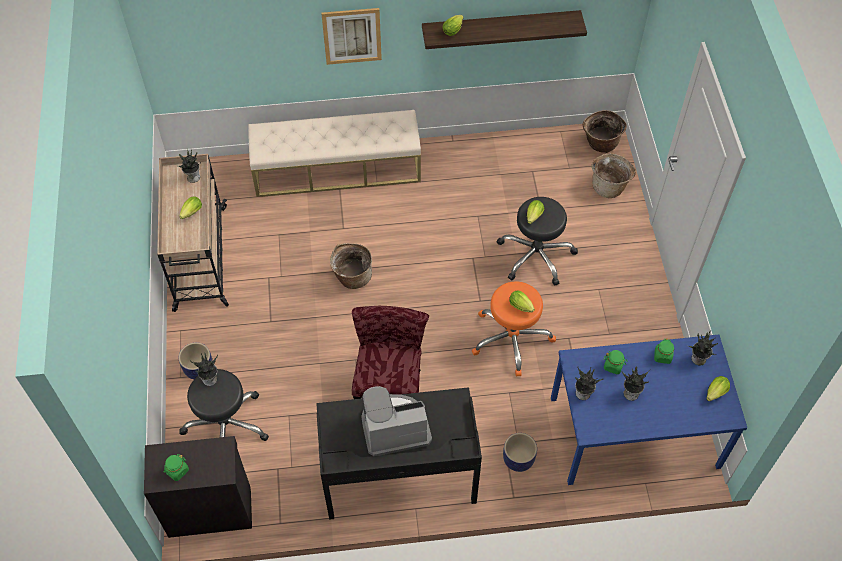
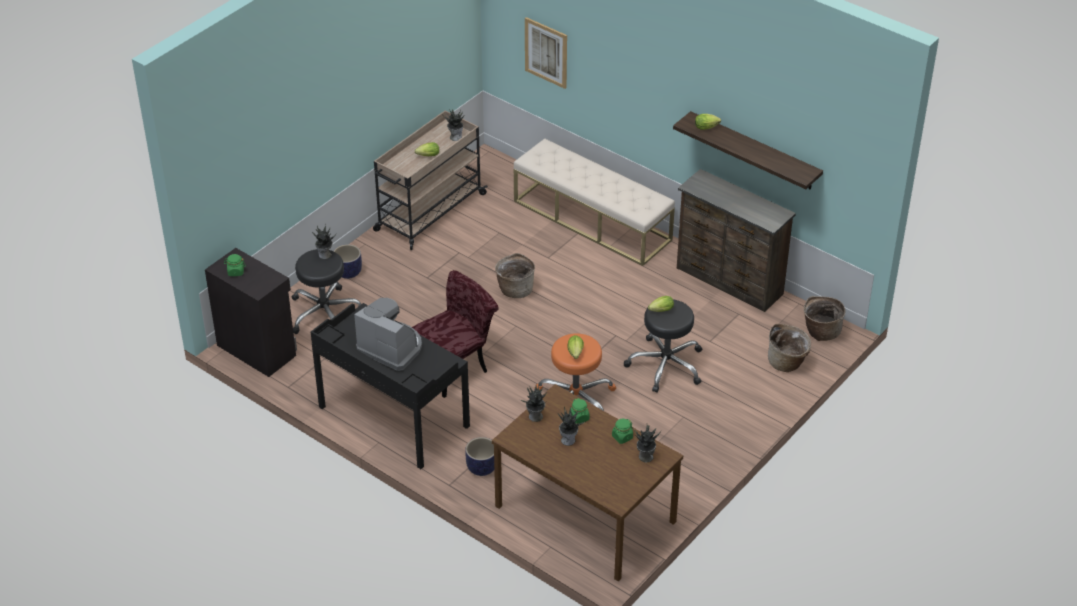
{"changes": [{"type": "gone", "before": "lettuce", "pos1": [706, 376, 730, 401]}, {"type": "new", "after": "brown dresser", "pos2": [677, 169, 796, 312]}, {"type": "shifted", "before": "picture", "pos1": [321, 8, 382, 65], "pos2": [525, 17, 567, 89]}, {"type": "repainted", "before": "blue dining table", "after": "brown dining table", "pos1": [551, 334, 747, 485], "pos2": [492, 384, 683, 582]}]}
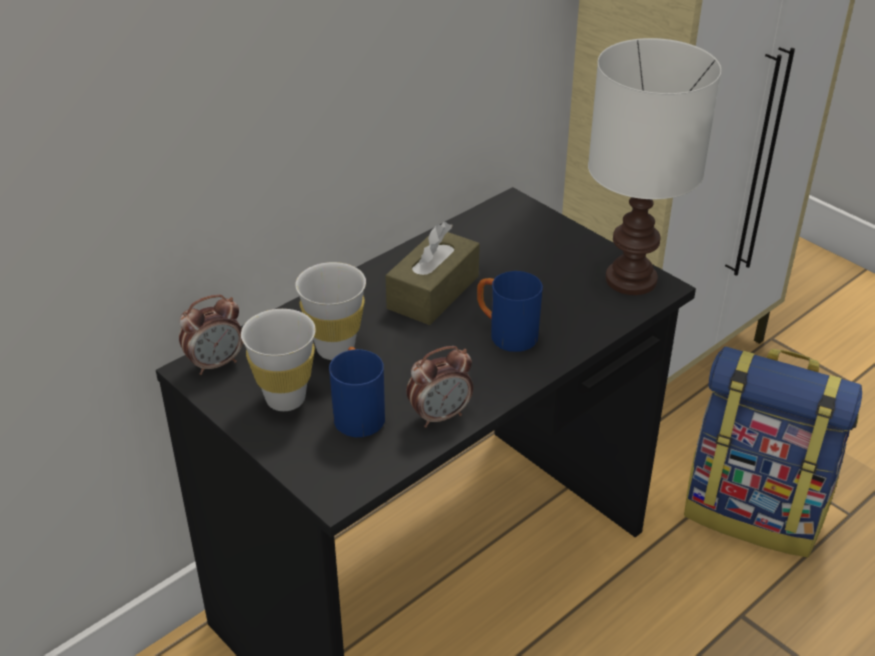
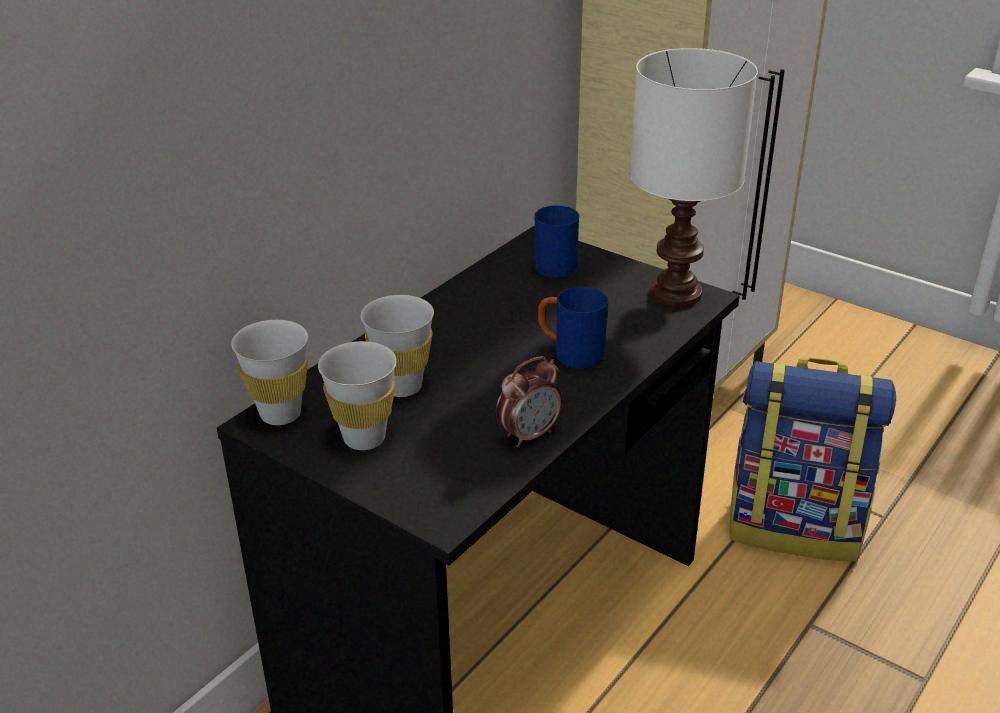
{"changes": [{"type": "gone", "before": "brown tissue box", "pos1": [385, 222, 480, 325]}, {"type": "shifted", "before": "blue mug", "pos1": [329, 347, 385, 437], "pos2": [535, 205, 579, 278]}, {"type": "swapped", "before": "alarm clock", "after": "white cup", "pos1": [179, 294, 243, 375], "pos2": [231, 320, 308, 425]}]}
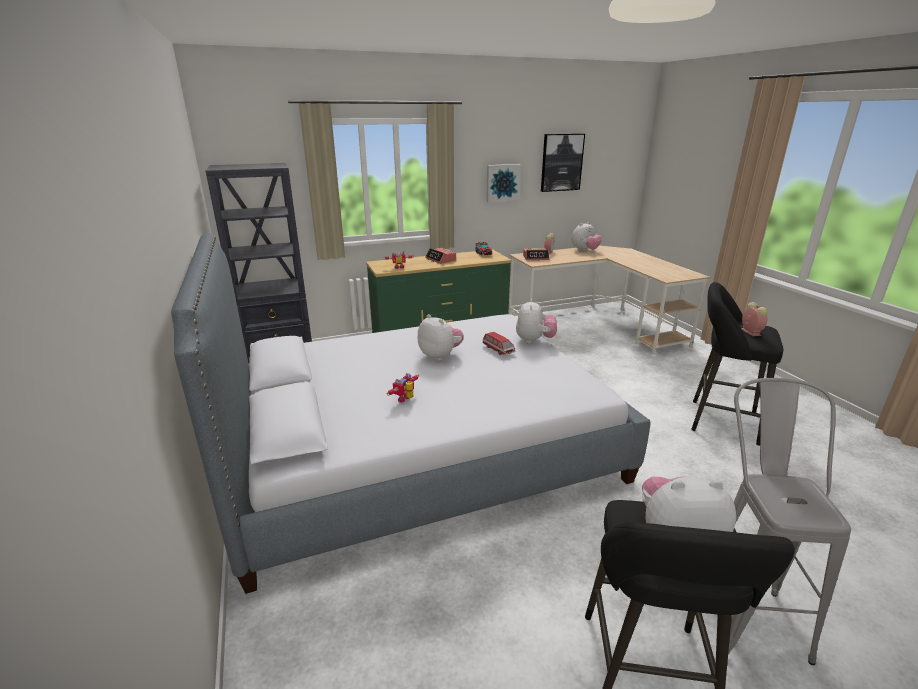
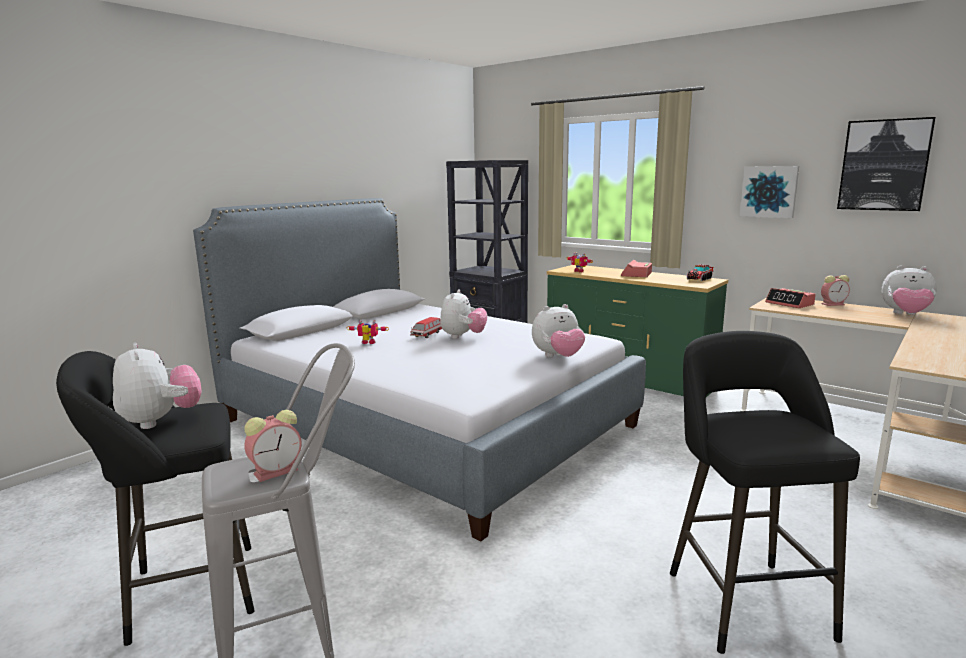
{"changes": [{"type": "shifted", "before": "toy car", "pos1": [483, 332, 515, 355], "pos2": [410, 317, 442, 338]}, {"type": "shifted", "before": "alarm clock", "pos1": [741, 302, 768, 336], "pos2": [244, 410, 302, 482]}]}
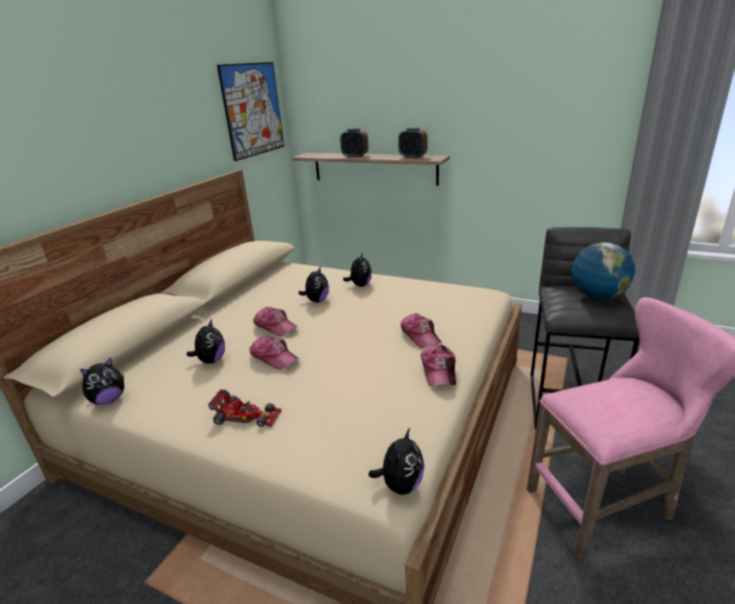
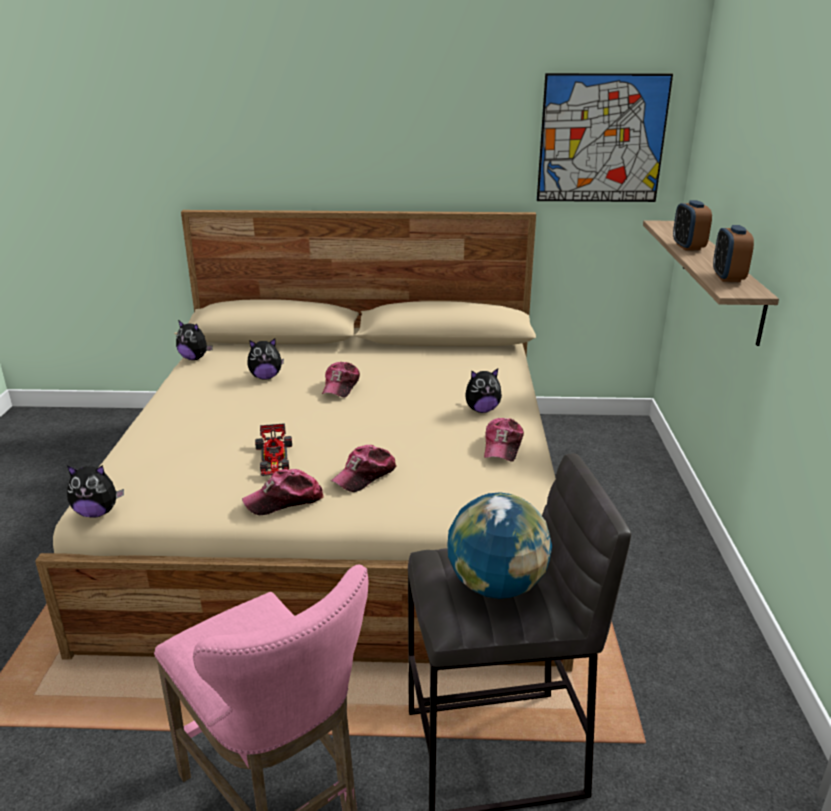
{"changes": [{"type": "gone", "before": "plush toy", "pos1": [298, 266, 329, 303]}, {"type": "shifted", "before": "toy car", "pos1": [208, 389, 281, 427], "pos2": [255, 423, 292, 476]}, {"type": "shifted", "before": "cap", "pos1": [250, 335, 299, 370], "pos2": [484, 418, 524, 462]}]}
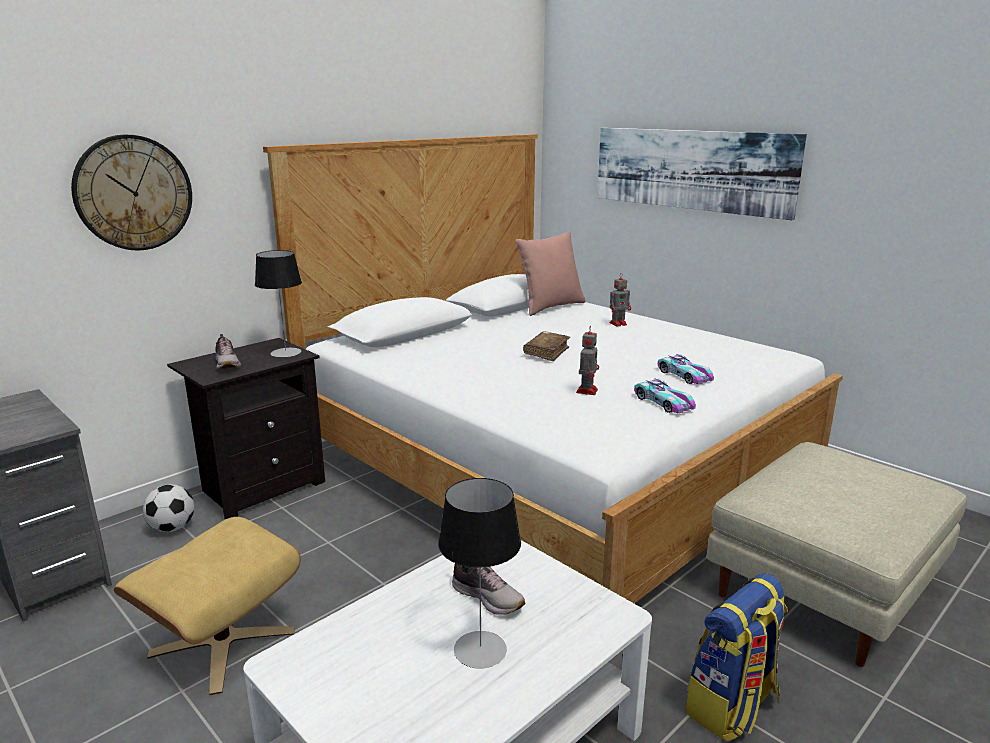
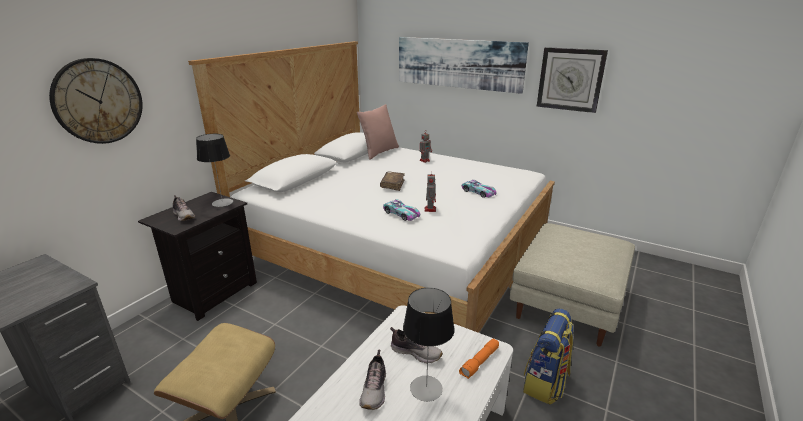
{"changes": [{"type": "gone", "before": "football", "pos1": [143, 484, 194, 532]}, {"type": "new", "after": "shoe", "pos2": [359, 349, 386, 410]}, {"type": "new", "after": "orange flashlight", "pos2": [459, 339, 499, 379]}, {"type": "new", "after": "wall clock", "pos2": [537, 47, 608, 113]}, {"type": "shifted", "before": "toy car", "pos1": [634, 378, 696, 413], "pos2": [383, 199, 420, 221]}]}
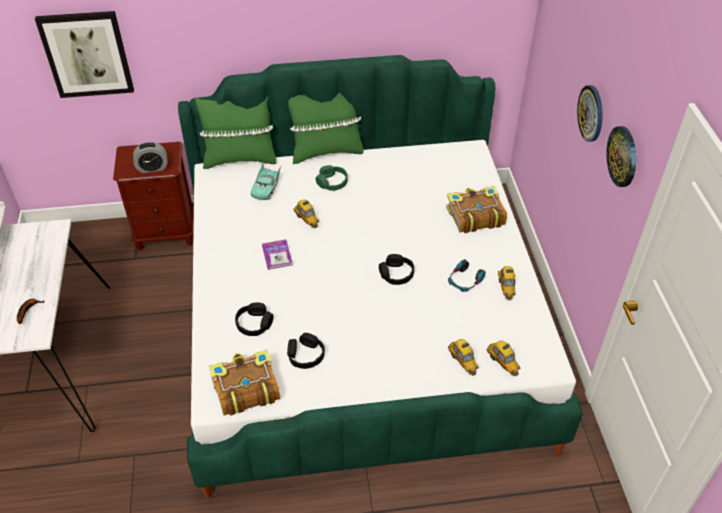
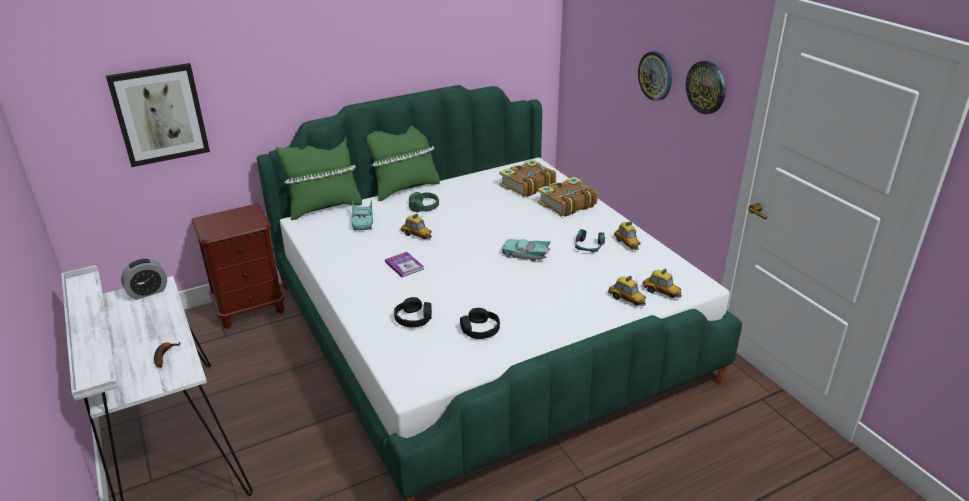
{"changes": [{"type": "shifted", "before": "alarm clock", "pos1": [133, 142, 168, 173], "pos2": [121, 258, 167, 300]}, {"type": "shifted", "before": "book", "pos1": [209, 350, 280, 416], "pos2": [500, 159, 556, 197]}, {"type": "swapped", "before": "black headphones", "after": "turquoise toy car", "pos1": [379, 254, 414, 285], "pos2": [502, 239, 551, 261]}]}
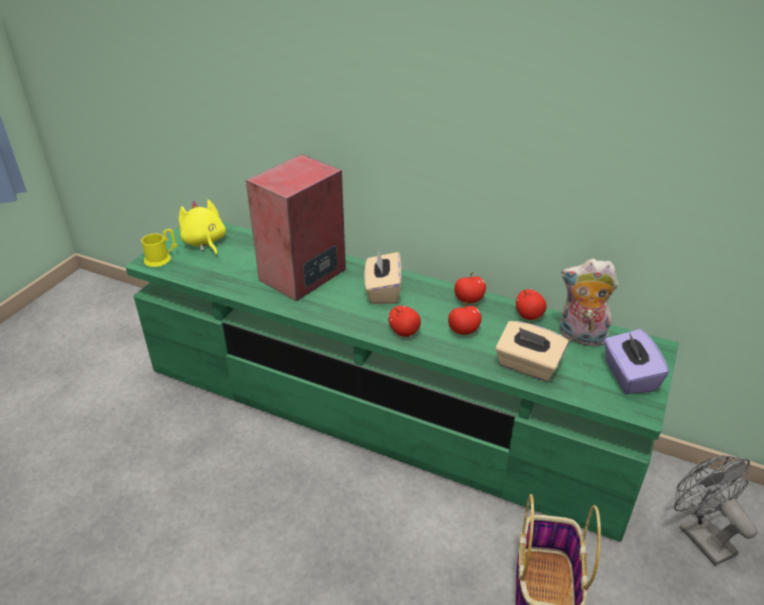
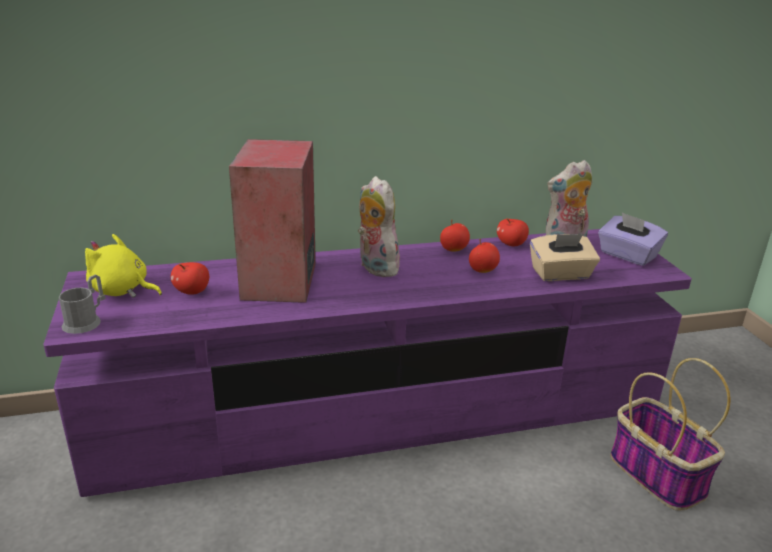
{"changes": [{"type": "gone", "before": "grey fan", "pos1": [674, 455, 758, 566]}, {"type": "shifted", "before": "apple", "pos1": [388, 306, 421, 337], "pos2": [171, 262, 209, 295]}, {"type": "swapped", "before": "beige tissue box", "after": "plush toy", "pos1": [365, 250, 402, 304], "pos2": [358, 176, 403, 277]}, {"type": "repainted", "before": "green tv stand", "after": "purple tv stand", "pos1": [126, 222, 679, 541], "pos2": [43, 229, 692, 497]}, {"type": "repainted", "before": "yellow mug", "after": "grey mug", "pos1": [141, 229, 177, 267], "pos2": [59, 275, 106, 334]}]}
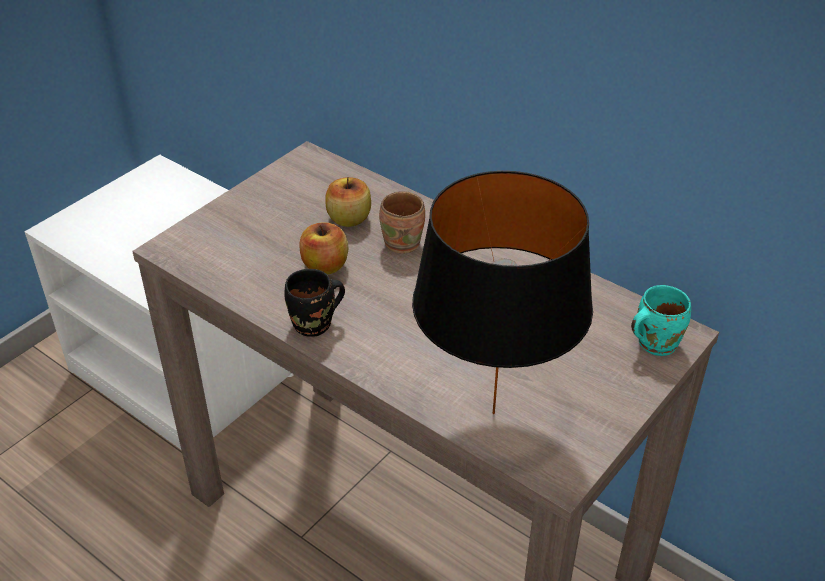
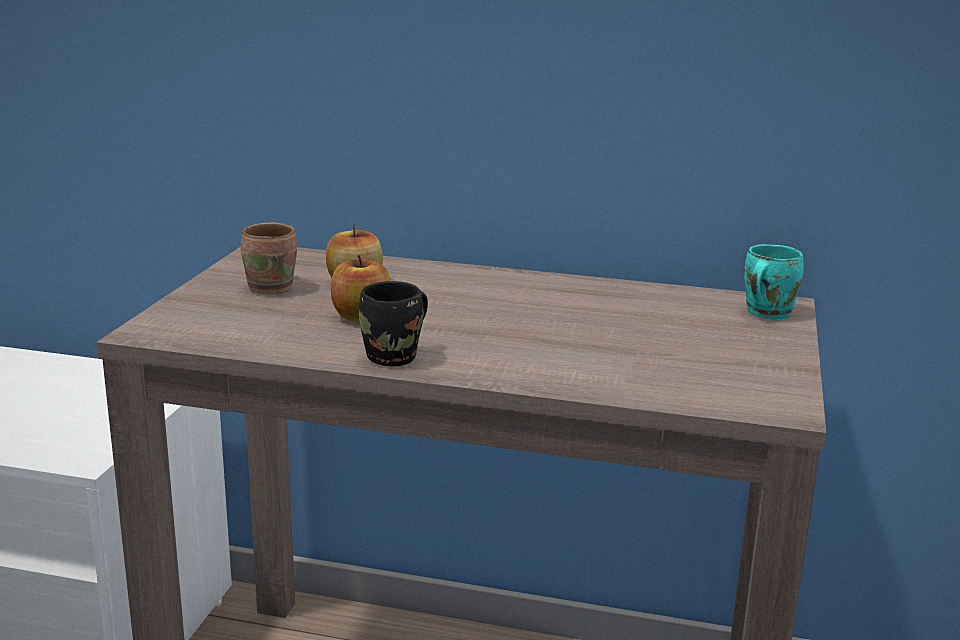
{"changes": [{"type": "gone", "before": "black table lamp", "pos1": [412, 171, 593, 414]}, {"type": "shifted", "before": "brown mug", "pos1": [379, 191, 425, 254], "pos2": [241, 222, 297, 294]}]}
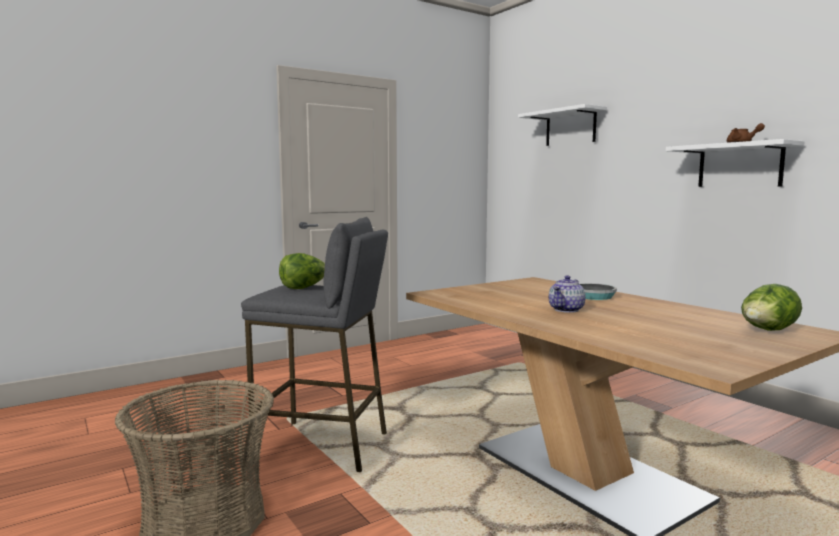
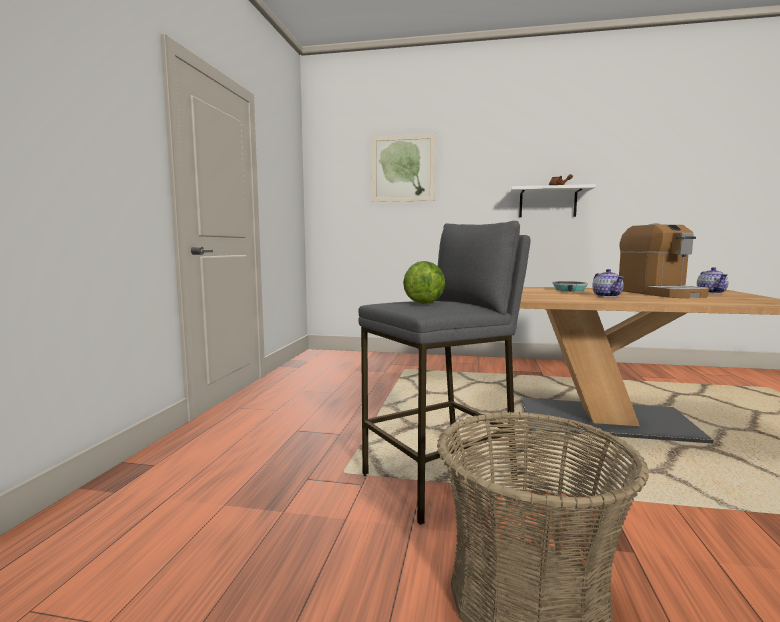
{"changes": [{"type": "new", "after": "coffee machine", "pos2": [619, 223, 709, 298]}, {"type": "swapped", "before": "white shelf", "after": "picture", "pos1": [518, 104, 607, 146], "pos2": [372, 134, 436, 202]}, {"type": "swapped", "before": "lettuce", "after": "teapot", "pos1": [741, 284, 802, 331], "pos2": [697, 267, 729, 294]}]}
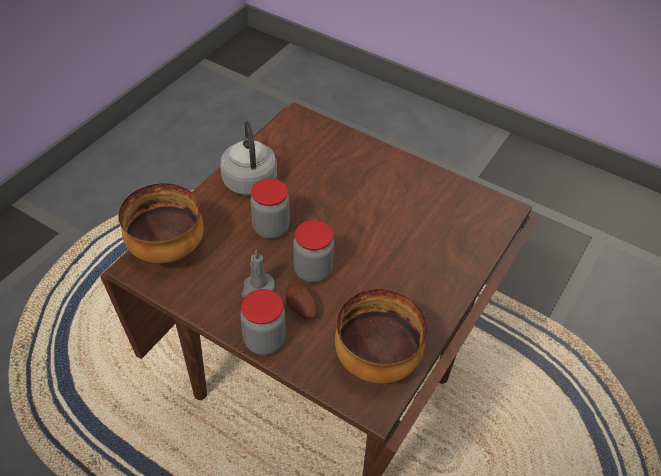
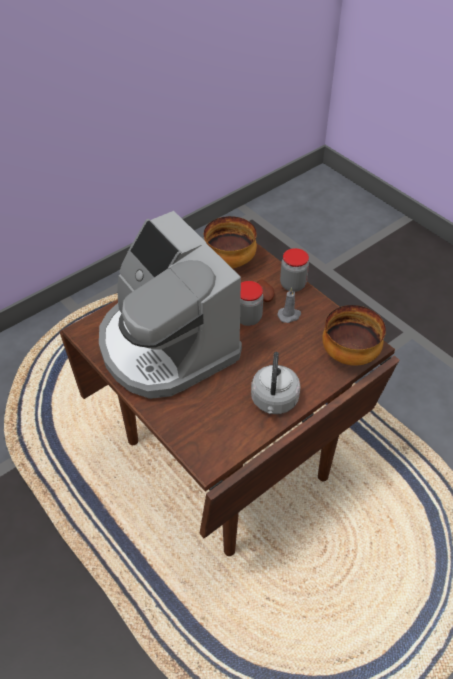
{"changes": [{"type": "gone", "before": "jar", "pos1": [250, 178, 290, 239]}, {"type": "new", "after": "coffee machine", "pos2": [99, 211, 242, 399]}]}
